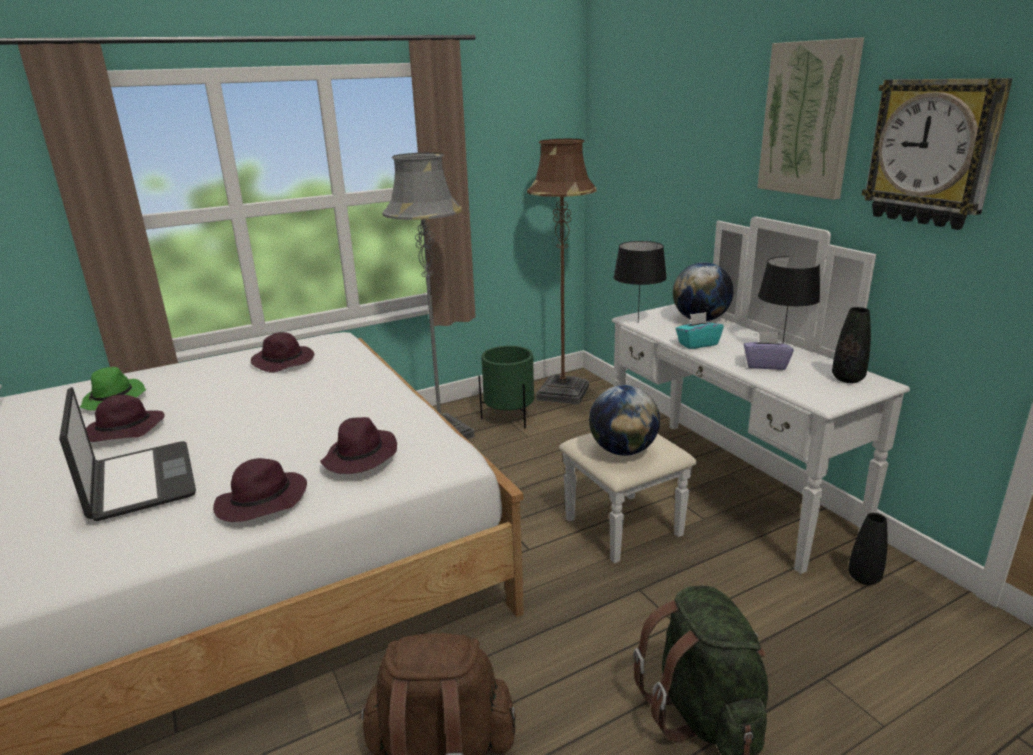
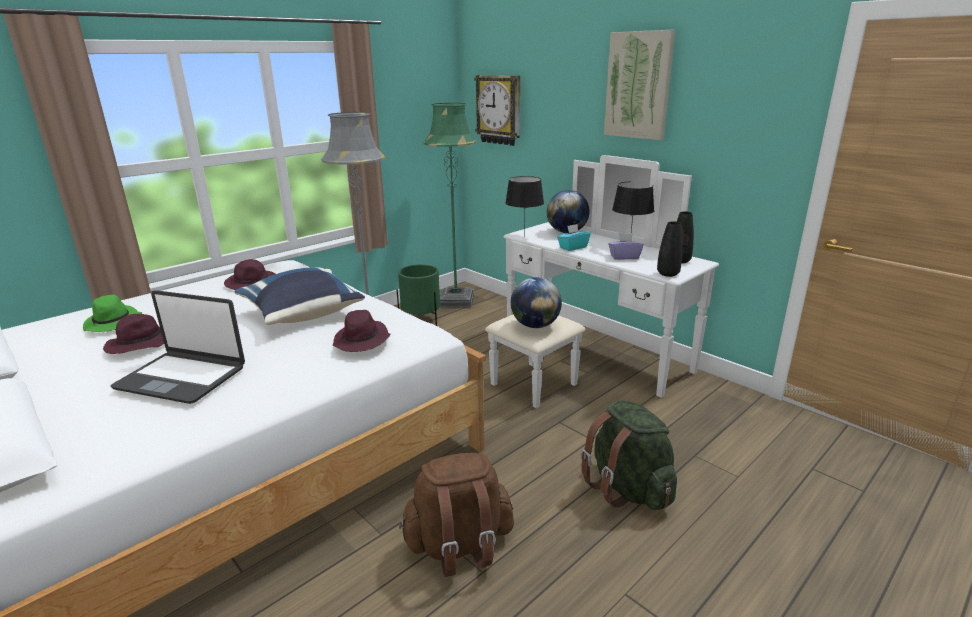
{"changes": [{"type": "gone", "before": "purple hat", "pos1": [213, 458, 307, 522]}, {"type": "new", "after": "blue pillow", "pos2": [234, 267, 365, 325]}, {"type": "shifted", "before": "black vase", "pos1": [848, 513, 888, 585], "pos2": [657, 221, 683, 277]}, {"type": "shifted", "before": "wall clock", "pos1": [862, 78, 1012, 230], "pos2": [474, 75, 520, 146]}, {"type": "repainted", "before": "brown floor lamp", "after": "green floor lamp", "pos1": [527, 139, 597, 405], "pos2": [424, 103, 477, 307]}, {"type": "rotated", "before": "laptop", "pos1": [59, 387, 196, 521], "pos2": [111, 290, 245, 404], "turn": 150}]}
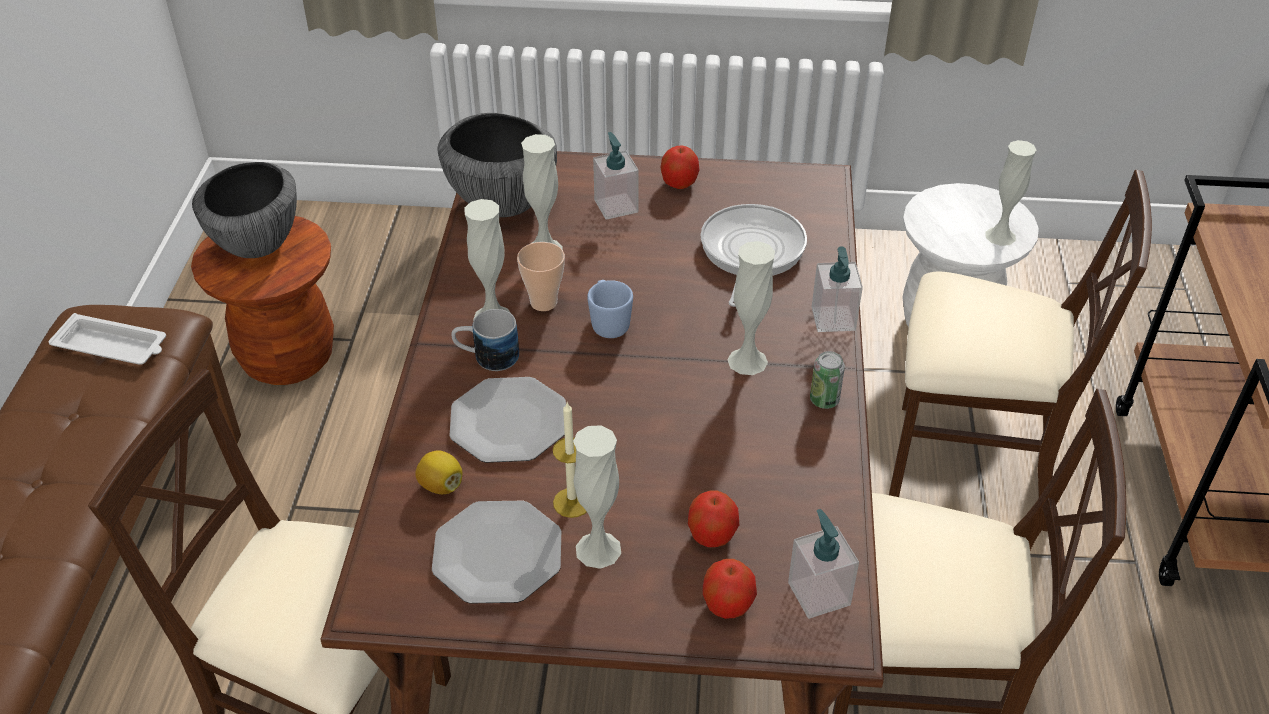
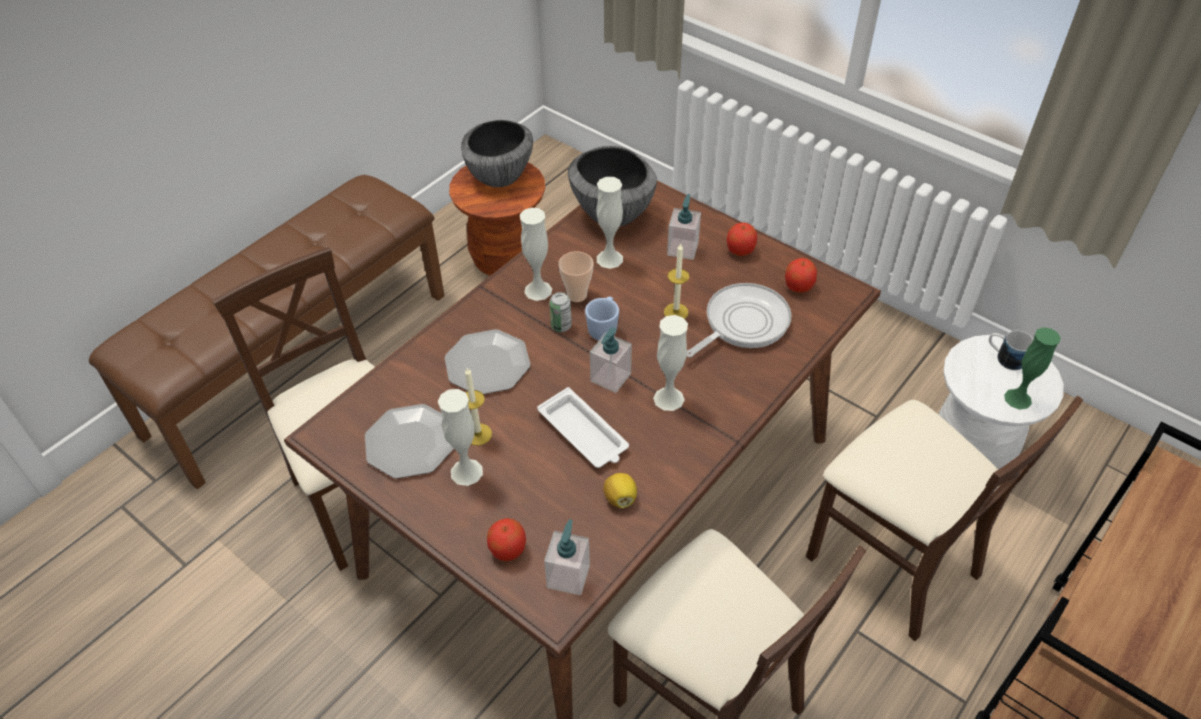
{"changes": [{"type": "new", "after": "candle", "pos2": [664, 244, 689, 319]}, {"type": "shifted", "before": "white tray", "pos1": [48, 313, 166, 365], "pos2": [537, 387, 629, 468]}, {"type": "shifted", "before": "lemon", "pos1": [415, 450, 462, 494], "pos2": [603, 473, 637, 508]}, {"type": "shifted", "before": "mug", "pos1": [451, 309, 519, 371], "pos2": [989, 330, 1034, 370]}, {"type": "shifted", "before": "apple", "pos1": [688, 491, 739, 547], "pos2": [785, 258, 817, 293]}, {"type": "shifted", "before": "can", "pos1": [810, 351, 845, 409], "pos2": [549, 292, 572, 332]}, {"type": "shifted", "before": "soap dispenser", "pos1": [812, 246, 863, 332], "pos2": [590, 327, 632, 393]}, {"type": "repainted", "before": "white vase", "after": "green vase", "pos1": [986, 140, 1037, 246], "pos2": [1004, 327, 1061, 410]}]}
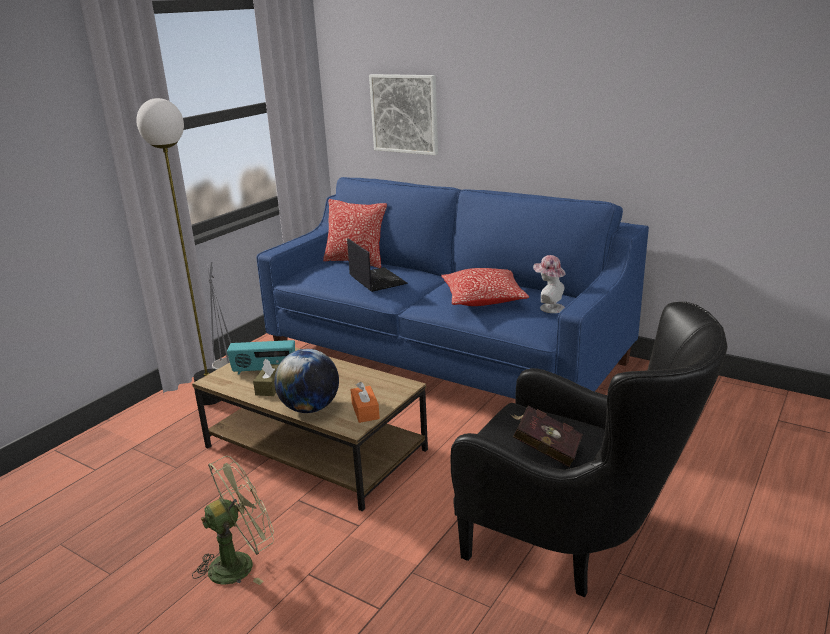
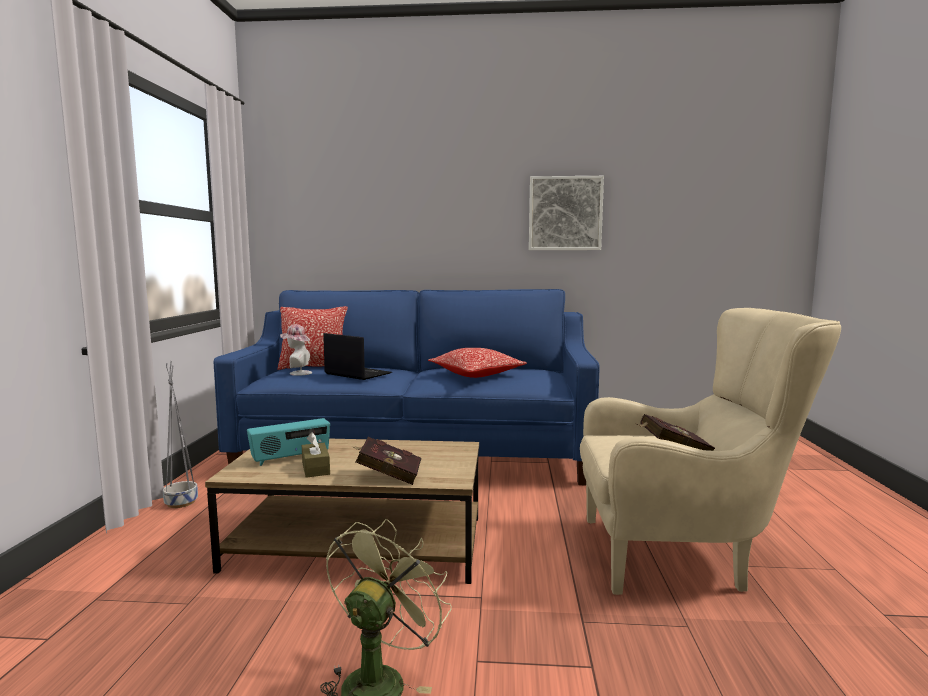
{"changes": [{"type": "gone", "before": "floor lamp", "pos1": [136, 98, 221, 405]}, {"type": "gone", "before": "orange tissue box", "pos1": [350, 382, 380, 423]}, {"type": "shifted", "before": "picture", "pos1": [369, 74, 438, 155], "pos2": [529, 176, 604, 250]}, {"type": "shifted", "before": "hat", "pos1": [533, 255, 566, 313], "pos2": [280, 324, 312, 376]}, {"type": "swapped", "before": "globe", "after": "red book", "pos1": [274, 349, 339, 413], "pos2": [351, 437, 422, 485]}, {"type": "repainted", "before": "black armchair", "after": "beige armchair", "pos1": [450, 302, 727, 597], "pos2": [580, 308, 841, 595]}]}
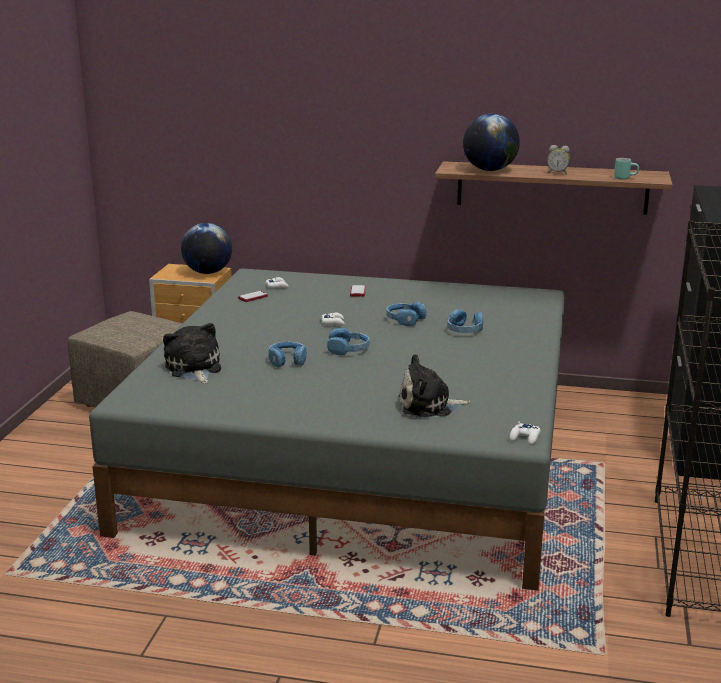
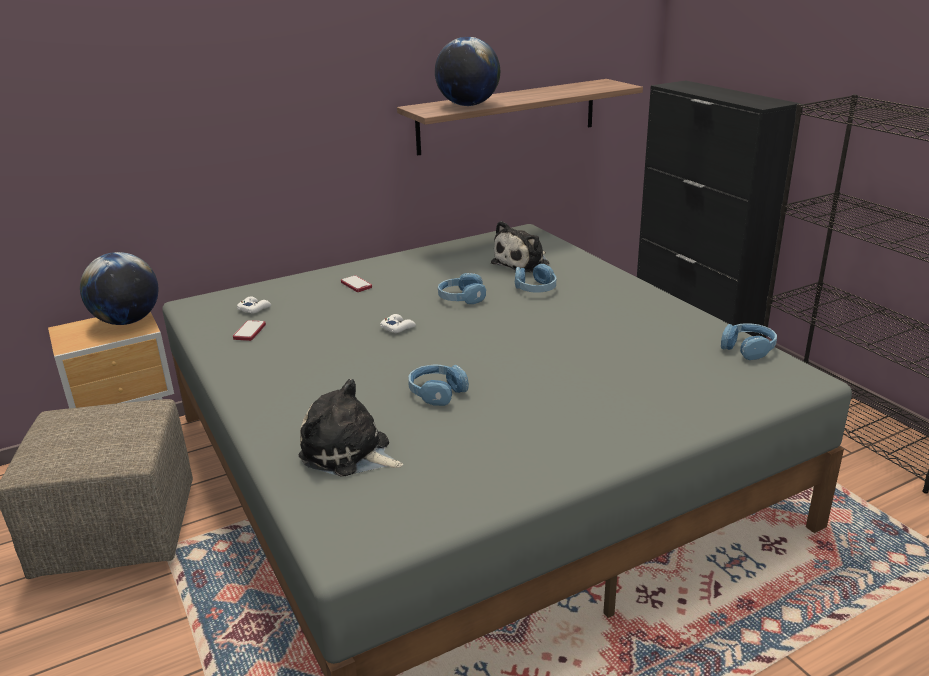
{"changes": [{"type": "gone", "before": "white game controller", "pos1": [510, 421, 540, 445]}, {"type": "gone", "before": "alarm clock", "pos1": [547, 145, 570, 175]}, {"type": "gone", "before": "turquoise mug", "pos1": [614, 158, 639, 180]}, {"type": "shifted", "before": "blue headphones", "pos1": [327, 328, 370, 355], "pos2": [721, 323, 777, 360]}, {"type": "shifted", "before": "plush toy", "pos1": [399, 354, 470, 418], "pos2": [491, 221, 550, 273]}]}
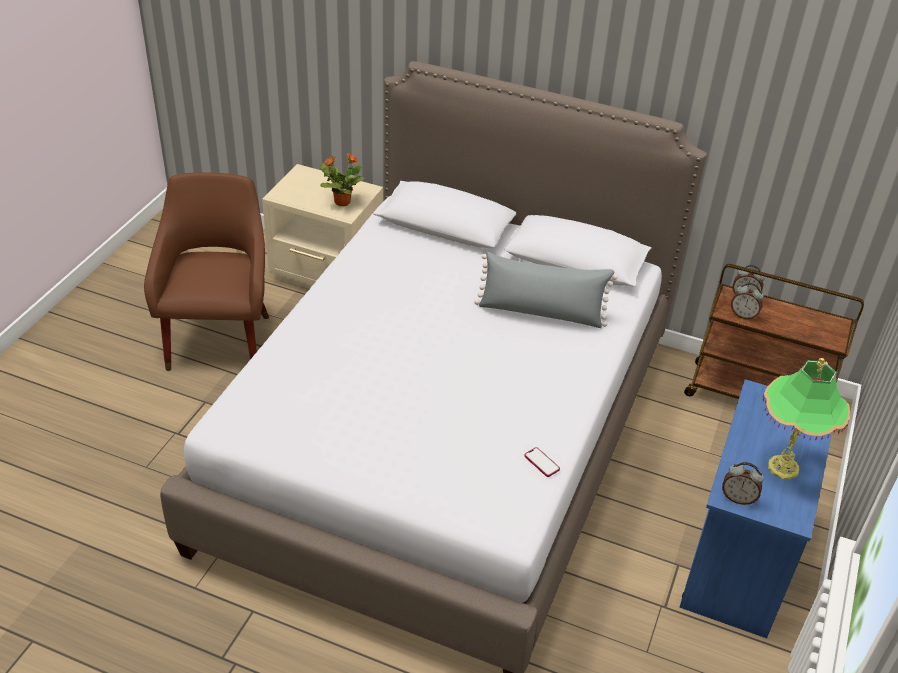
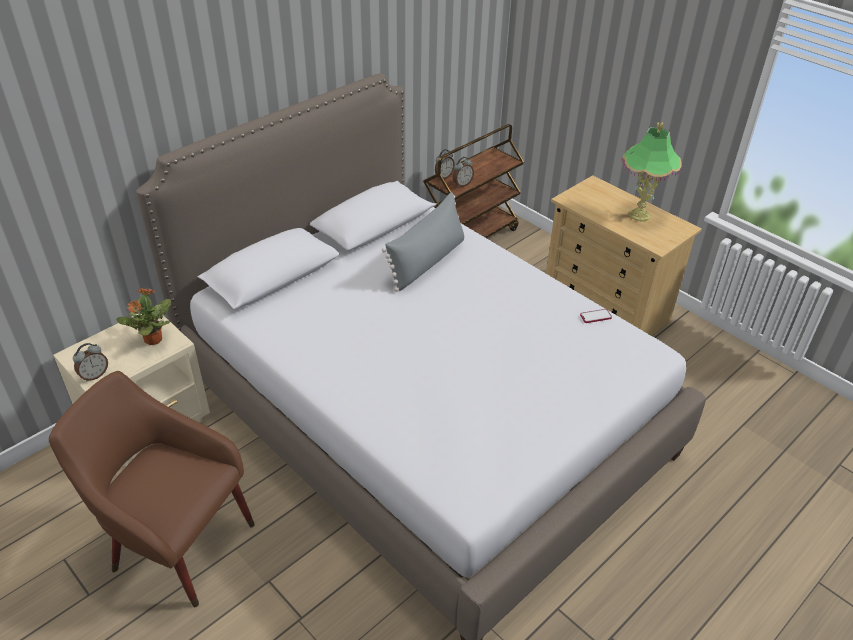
{"changes": [{"type": "shifted", "before": "alarm clock", "pos1": [722, 462, 764, 505], "pos2": [73, 343, 108, 382]}, {"type": "repainted", "before": "blue dresser", "after": "beige dresser", "pos1": [679, 379, 832, 638], "pos2": [546, 175, 702, 336]}]}
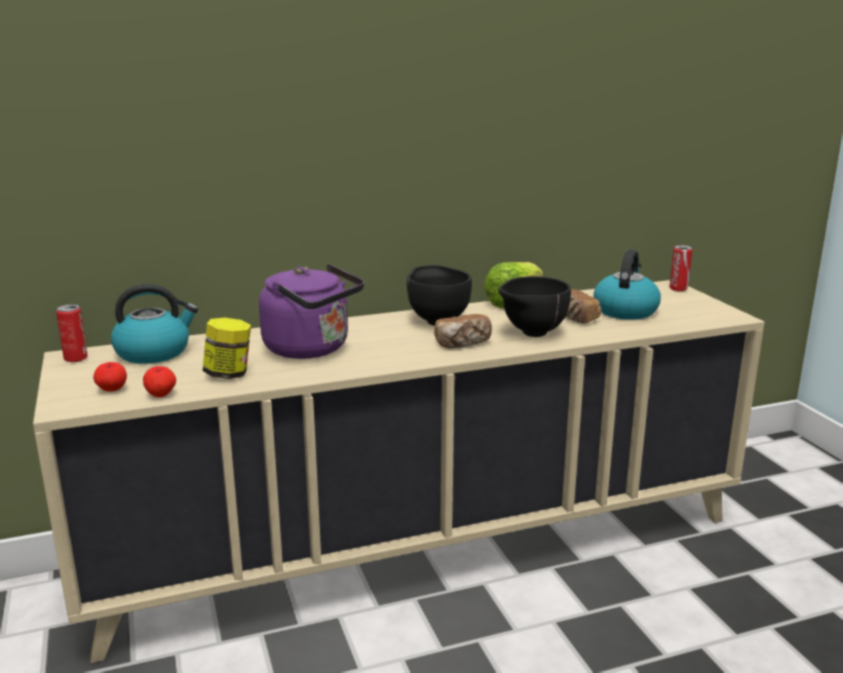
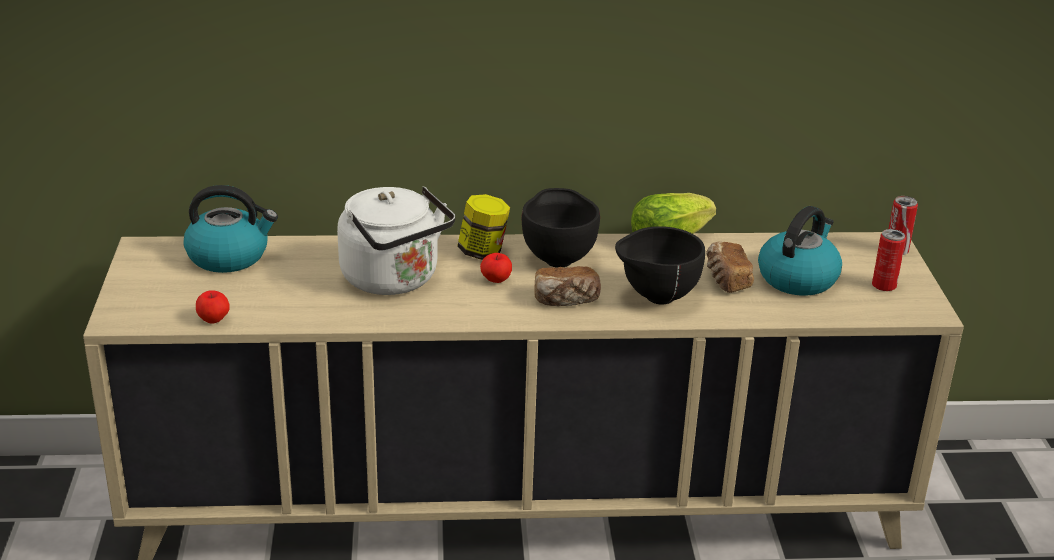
{"changes": [{"type": "shifted", "before": "can", "pos1": [56, 304, 88, 362], "pos2": [872, 229, 906, 291]}, {"type": "shifted", "before": "apple", "pos1": [93, 362, 127, 392], "pos2": [480, 253, 512, 283]}, {"type": "shifted", "before": "jar", "pos1": [203, 318, 251, 379], "pos2": [457, 194, 510, 260]}, {"type": "repainted", "before": "purple kettle", "after": "white kettle", "pos1": [259, 264, 364, 359], "pos2": [337, 187, 455, 295]}]}
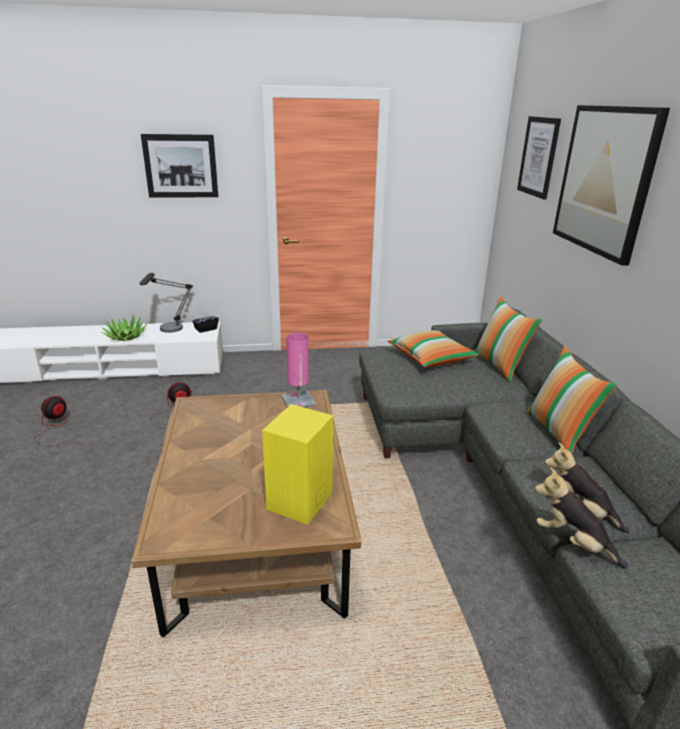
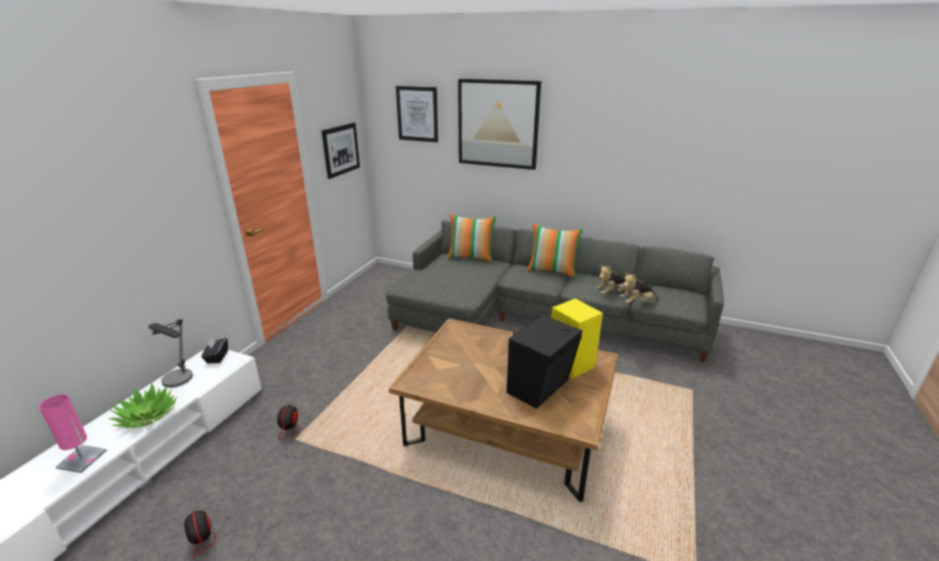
{"changes": [{"type": "gone", "before": "pillow", "pos1": [388, 330, 479, 367]}, {"type": "new", "after": "black speaker", "pos2": [506, 315, 582, 409]}, {"type": "shifted", "before": "picture", "pos1": [141, 134, 218, 198], "pos2": [322, 123, 360, 179]}, {"type": "shifted", "before": "pink table lamp", "pos1": [282, 333, 316, 407], "pos2": [39, 394, 107, 473]}]}
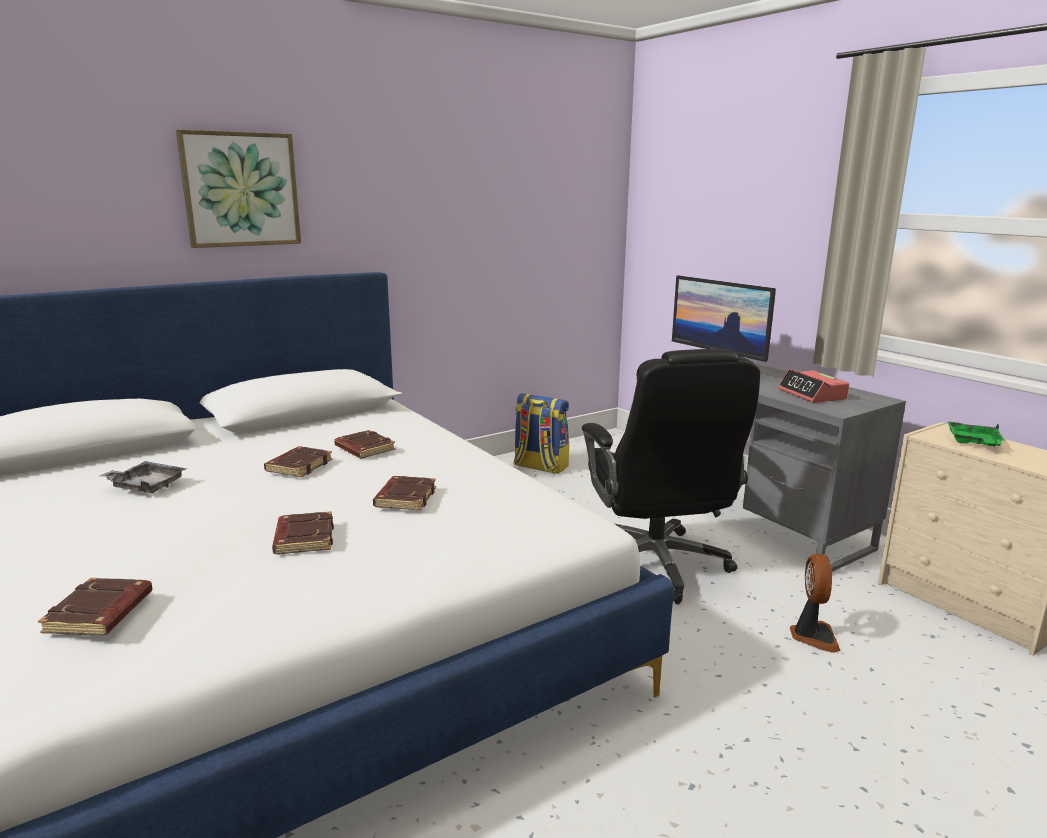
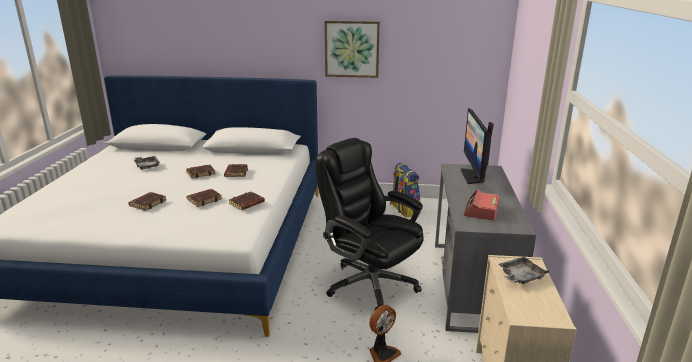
{"changes": [{"type": "shifted", "before": "brown book", "pos1": [38, 578, 153, 636], "pos2": [229, 192, 265, 210]}, {"type": "shifted", "before": "picture", "pos1": [176, 129, 301, 248], "pos2": [324, 21, 380, 78]}, {"type": "repainted", "before": "green tray", "after": "grey tray", "pos1": [947, 421, 1005, 447], "pos2": [498, 257, 549, 284]}, {"type": "rotated", "before": "black office chair", "pos1": [582, 349, 760, 605], "pos2": [316, 138, 424, 311], "turn": 105}]}
